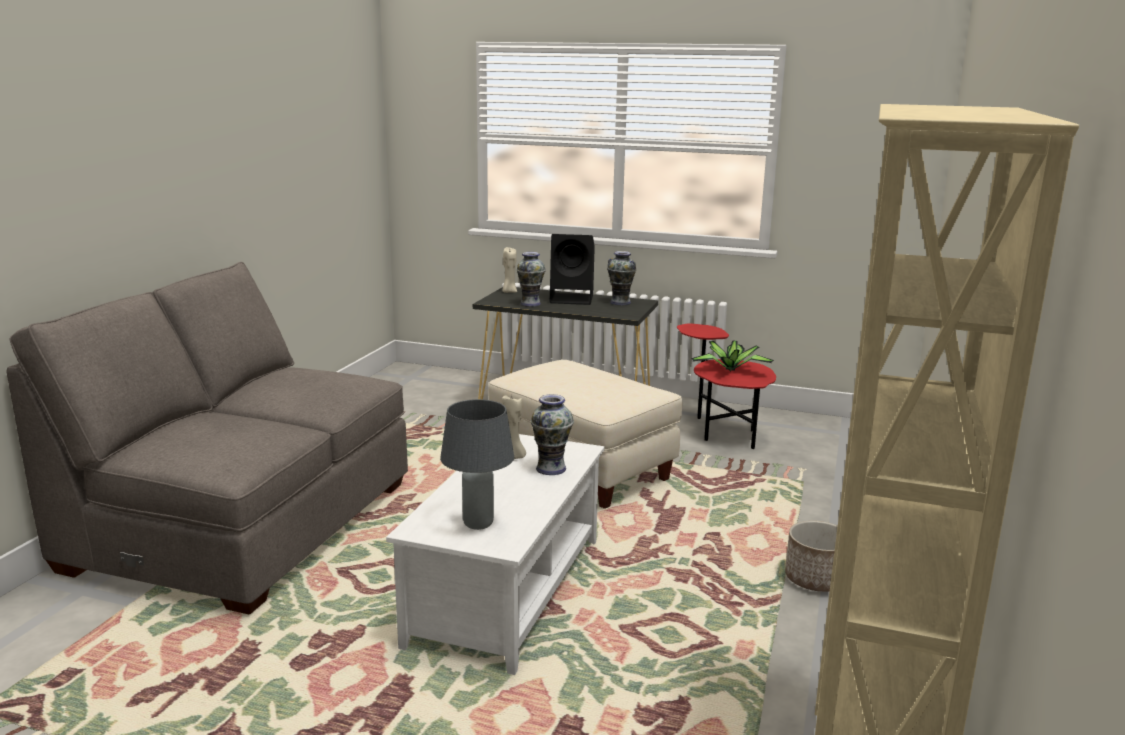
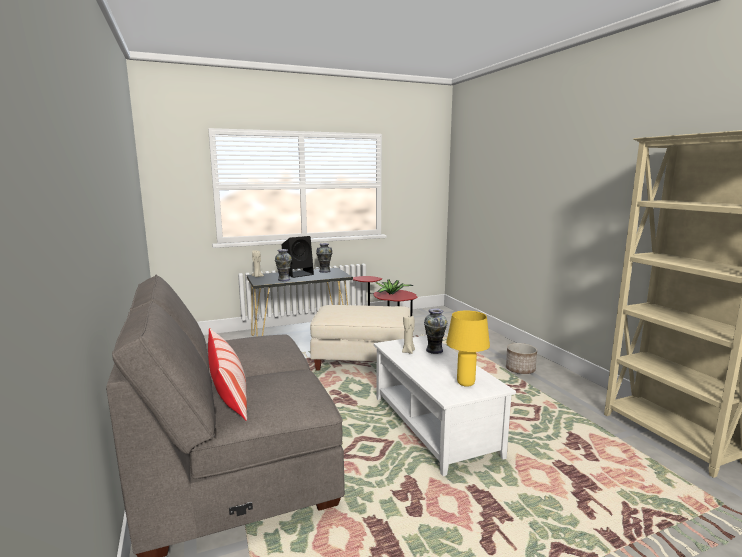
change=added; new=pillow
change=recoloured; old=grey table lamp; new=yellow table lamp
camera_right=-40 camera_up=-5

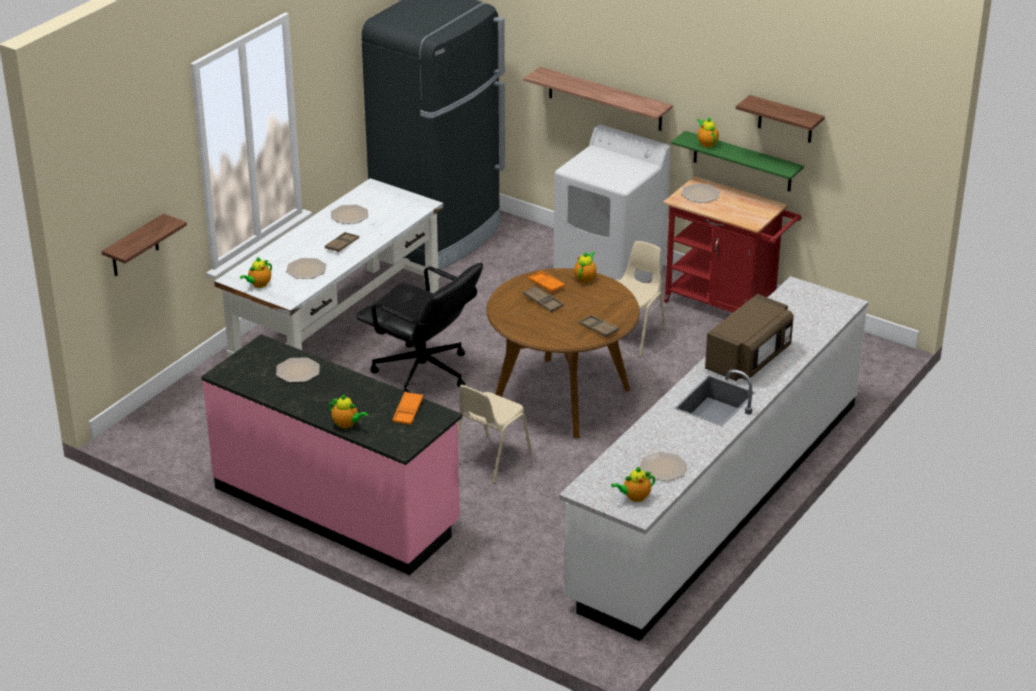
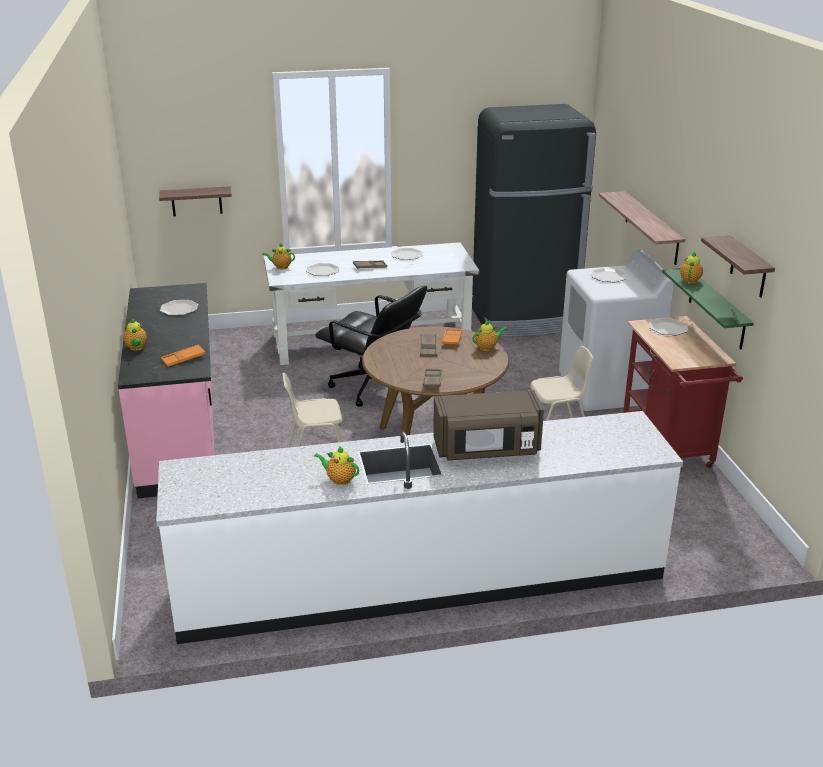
change=moved; old=teapot (4th from left in the first image); new=teapot (3rd from left)
change=moved; old=plate (4th from left)
change=turned; old=black office chair; degrees=-45
camera_right=45 camera_up=-5

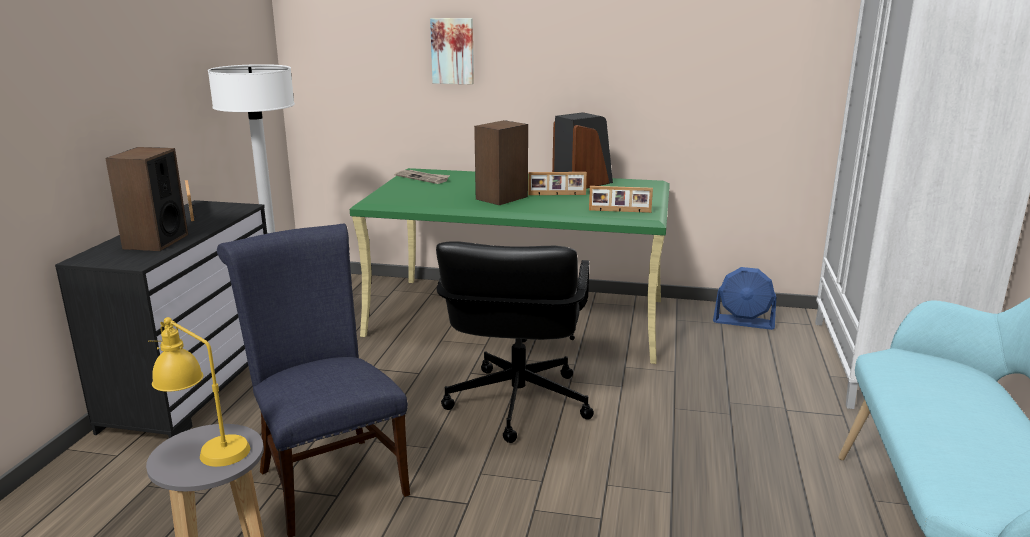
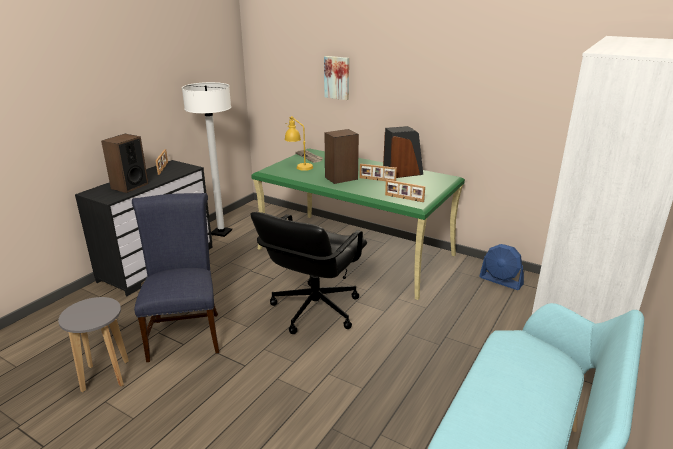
change=moved; old=yellow table lamp
camera_right=20 camera_up=5

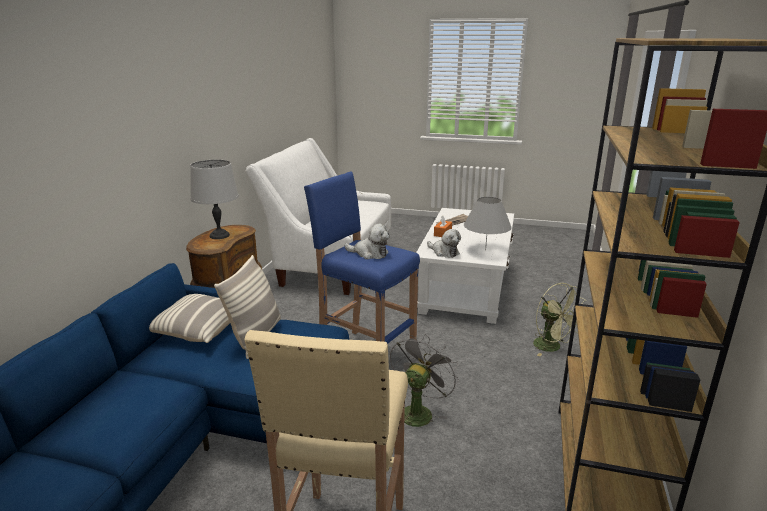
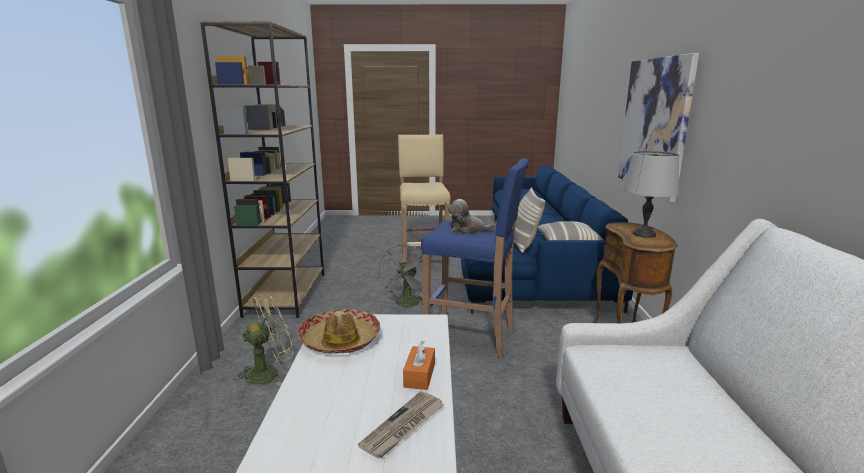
change=removed; old=plush toy (2nd from left)
change=added; new=picture
change=replaced; old=grey table lamp (2nd from left); new=hat
change=turned; old=green fan; degrees=105
camera_right=165 camera_up=-5

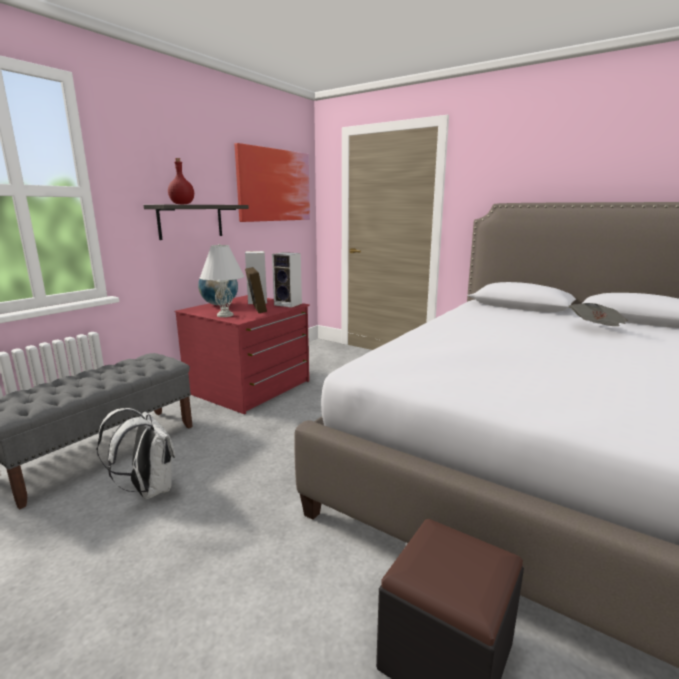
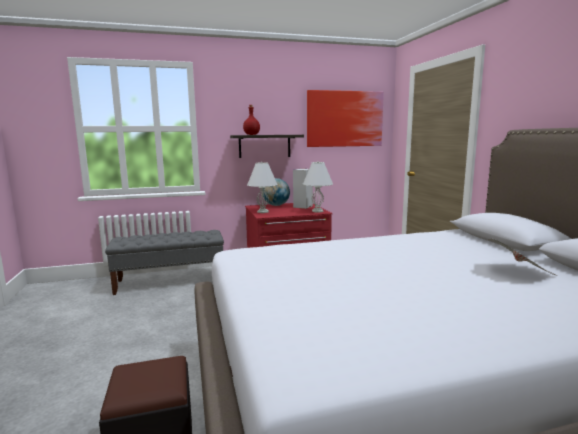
change=removed; old=white backpack
change=removed; old=picture frame
change=replaced; old=speaker (2nd from left); new=white table lamp (2nd from left)
camera_right=40 camera_up=-5

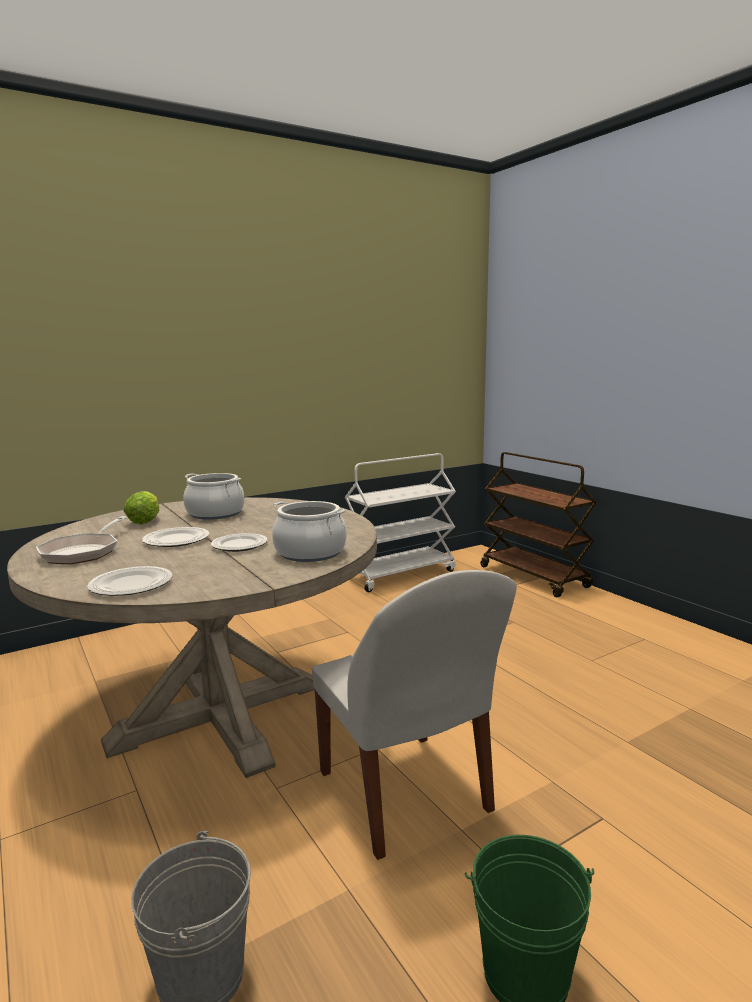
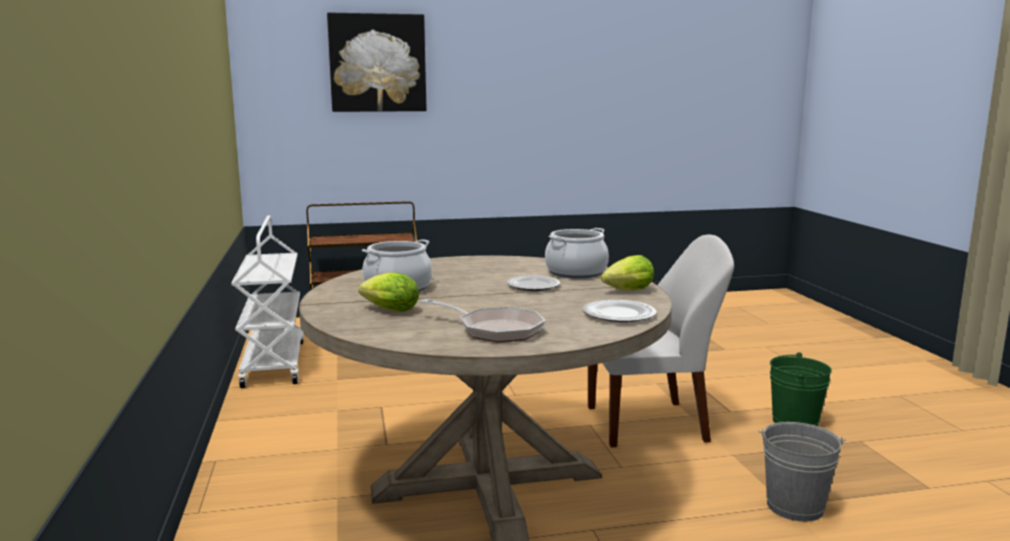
change=removed; old=plate (2nd from left)
change=added; new=picture
change=added; new=lettuce (2nd from left)
camera_right=-70 camera_up=0

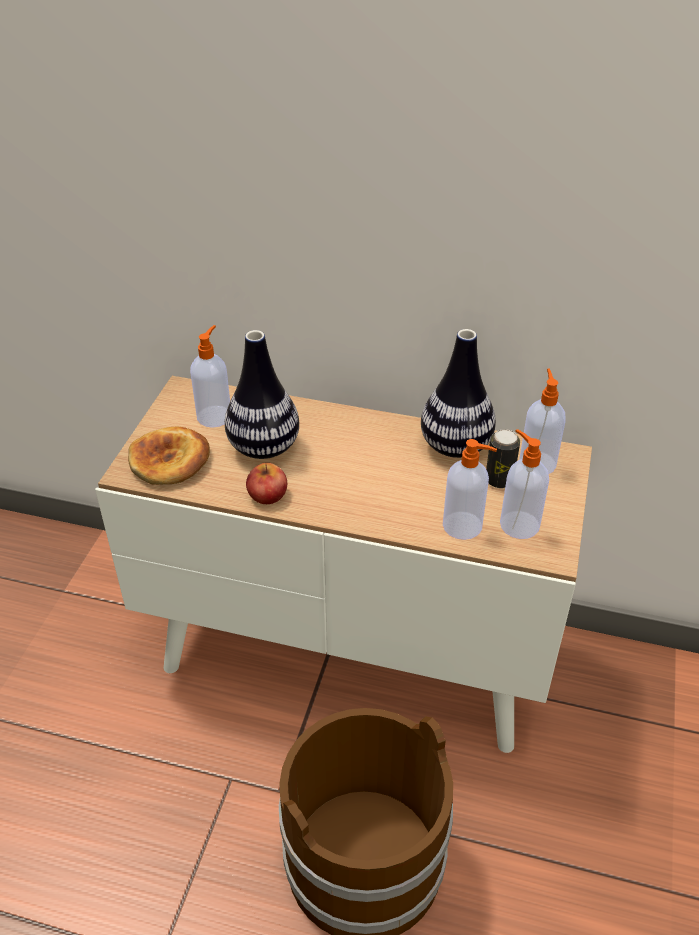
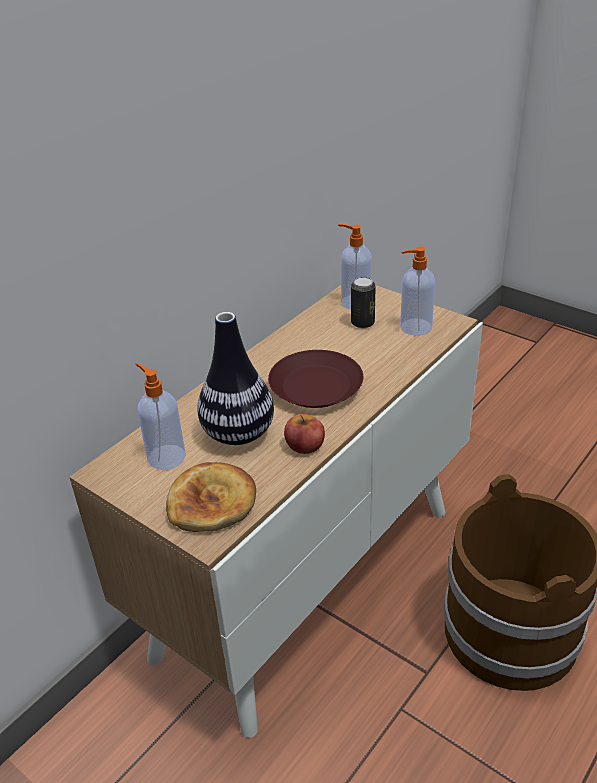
change=removed; old=vase (2nd from left)
change=removed; old=soap dispenser (2nd from left)
change=added; new=brown plate
camera_right=-65 camera_up=-5

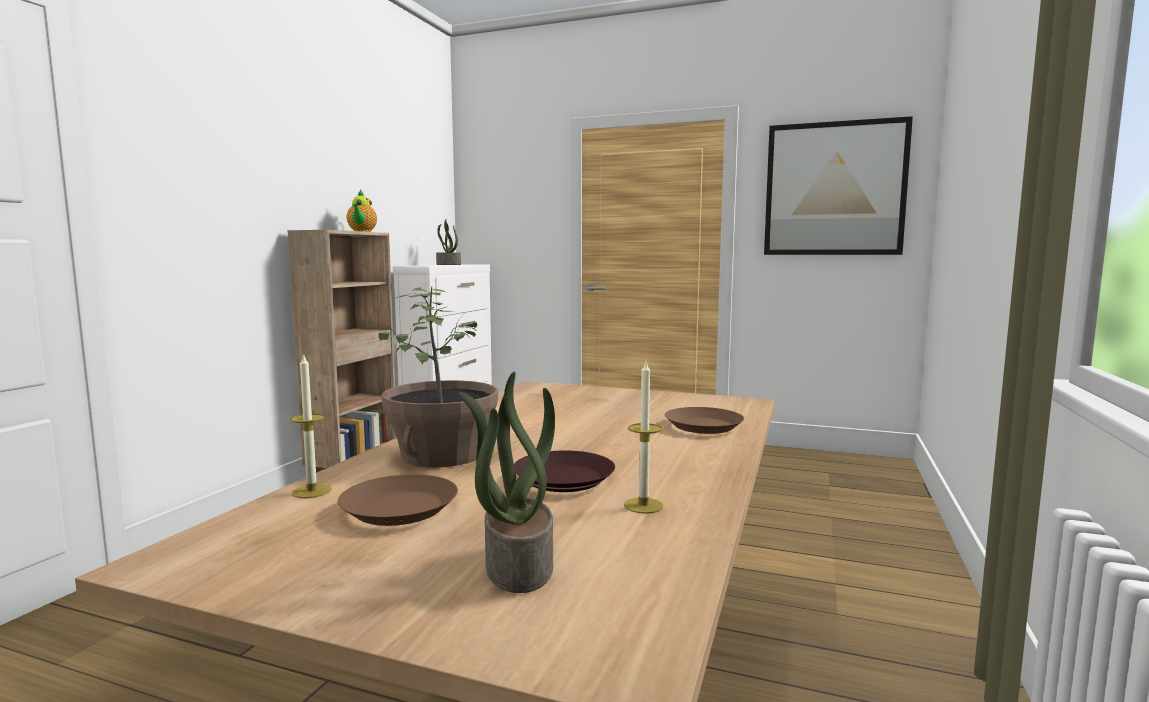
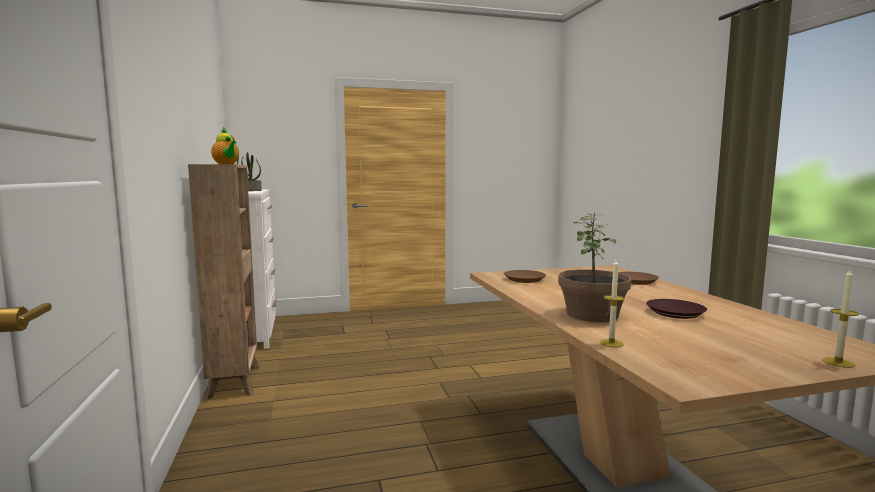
change=removed; old=potted plant (3rd from left)
change=removed; old=picture
change=moved; old=brown plate (1st from left)
change=moved; old=candle (2nd from left)
camera_right=-35 camera_up=0

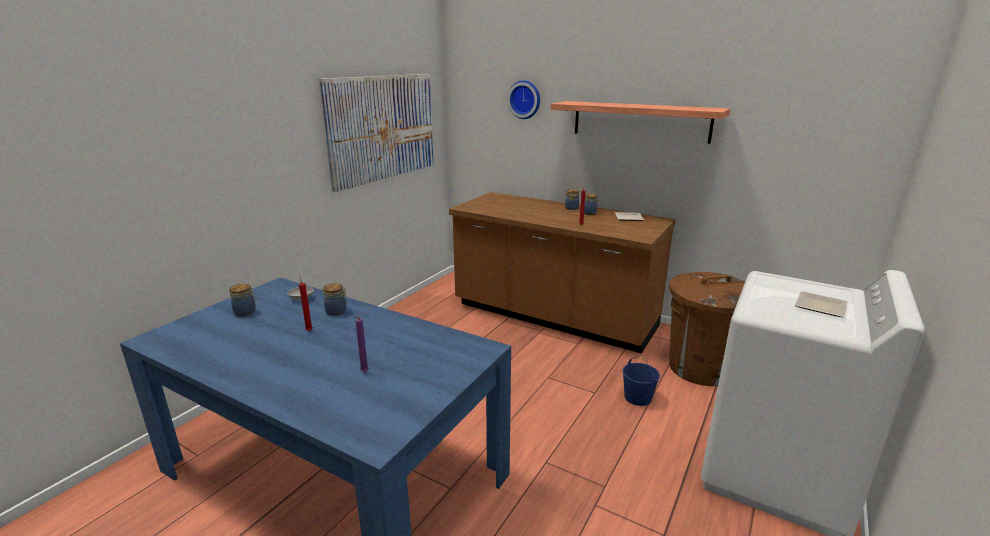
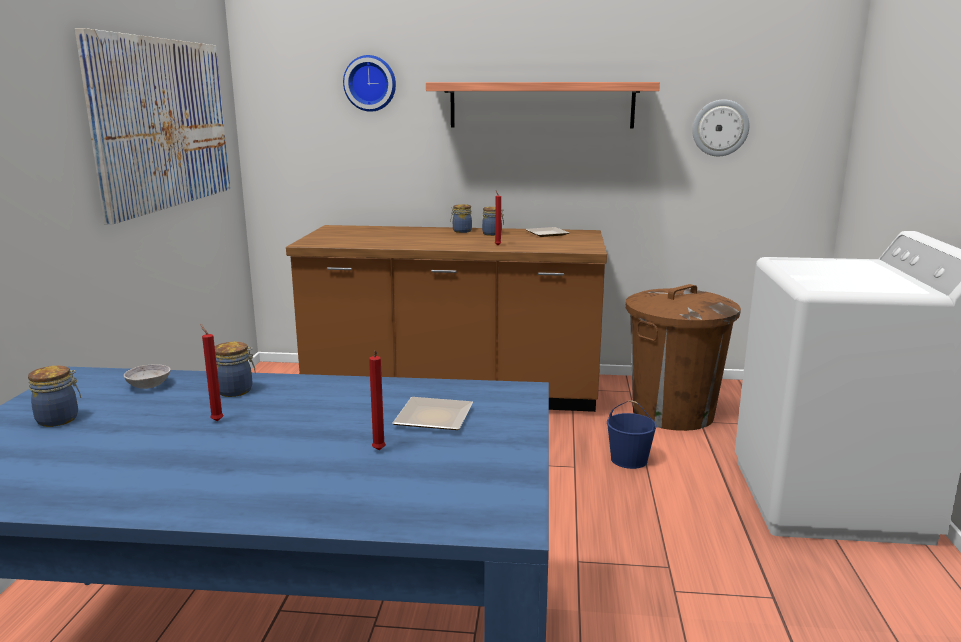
change=added; new=wall clock (2nd from left)
change=moved; old=plate (2nd from left in the first image); new=plate (1st from left)
change=recoloured; old=purple candle; new=red candle (2nd from left)
camera_right=-25 camera_up=-5

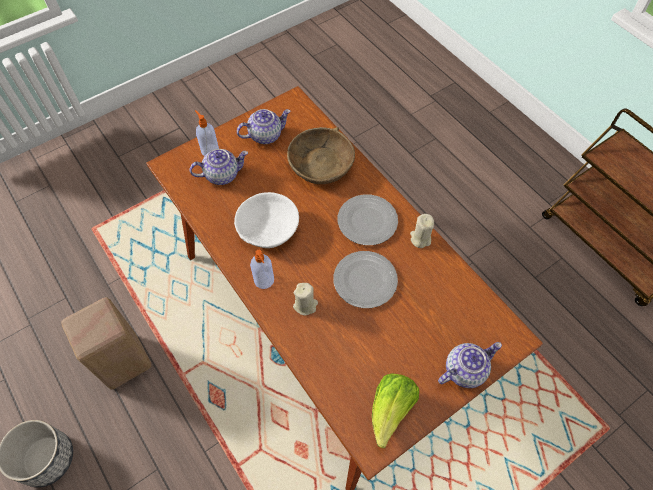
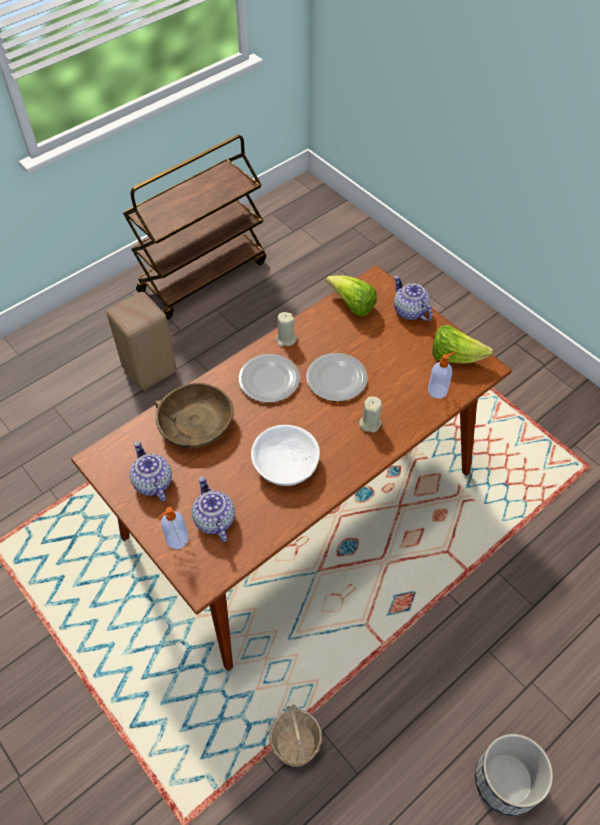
change=added; new=basket
change=added; new=lettuce (1st from left)
change=moved; old=beige stool
change=moved; old=soap dispenser (2nd from left)
camera_right=-95 camera_up=-5

